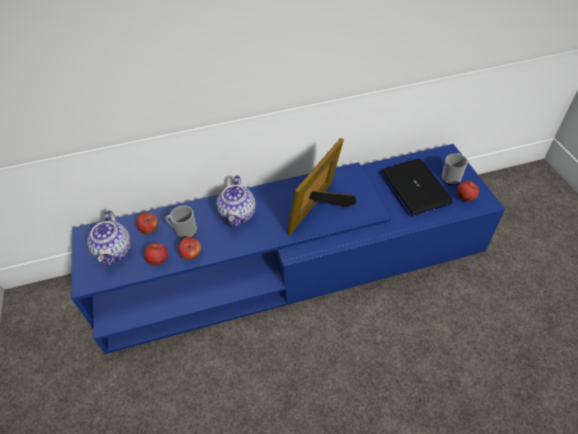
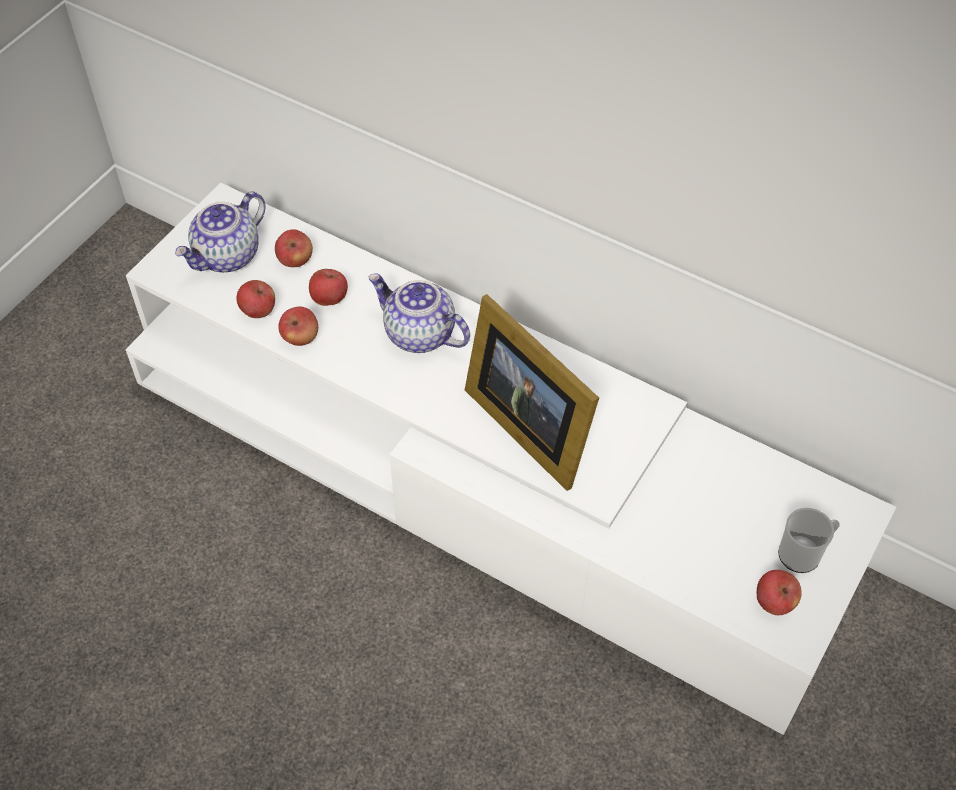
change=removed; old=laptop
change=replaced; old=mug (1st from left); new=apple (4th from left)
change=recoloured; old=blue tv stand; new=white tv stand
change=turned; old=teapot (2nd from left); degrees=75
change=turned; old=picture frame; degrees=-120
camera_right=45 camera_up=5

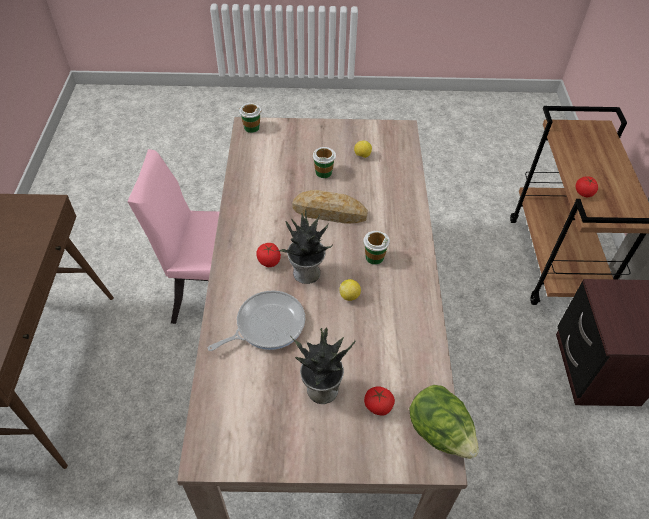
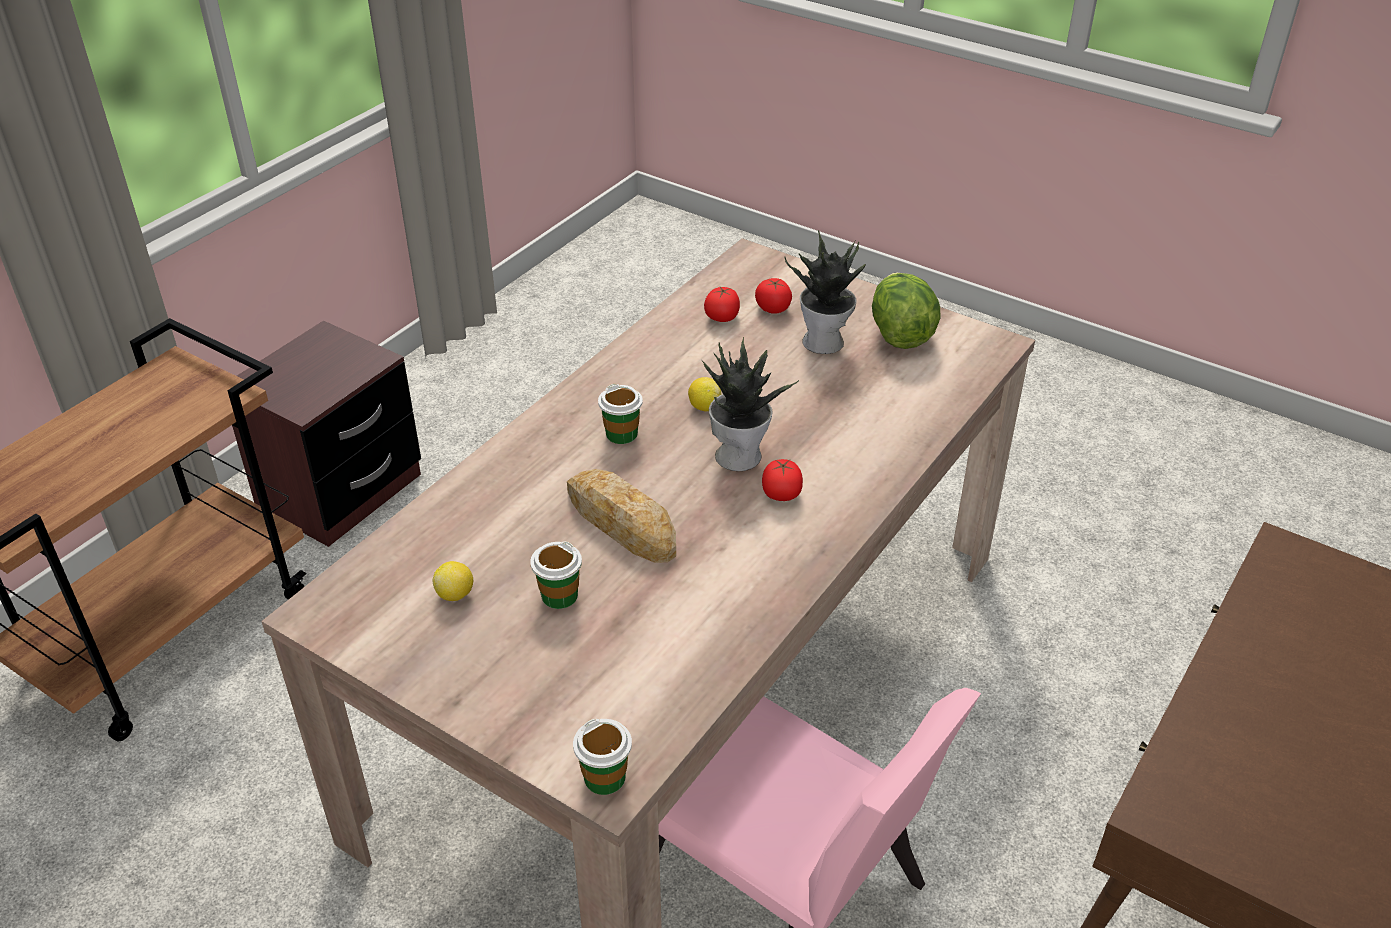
change=removed; old=frying pan
change=moved; old=lettuce
change=moved; old=tomato (3rd from left in the first image); new=tomato (1st from left)
camera_right=-145 camera_up=-10

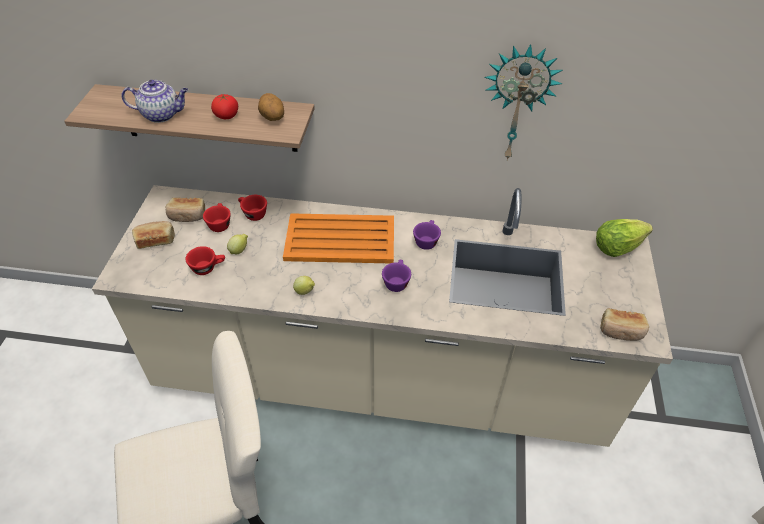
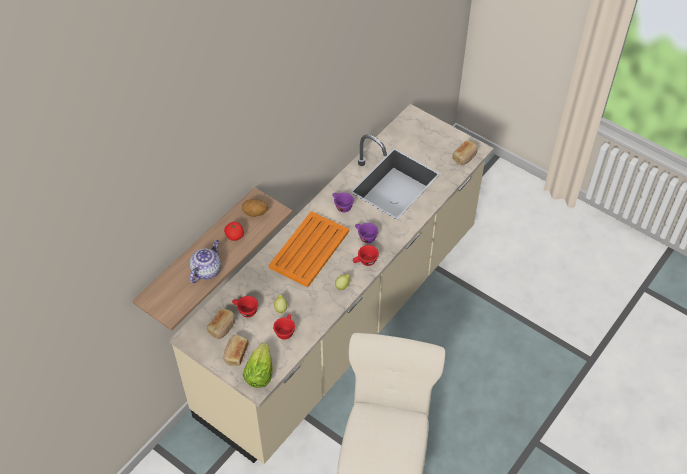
change=removed; old=wall clock
change=moved; old=red cup (3rd from left)
change=moved; old=lettuce
camera_right=-60 camera_up=5

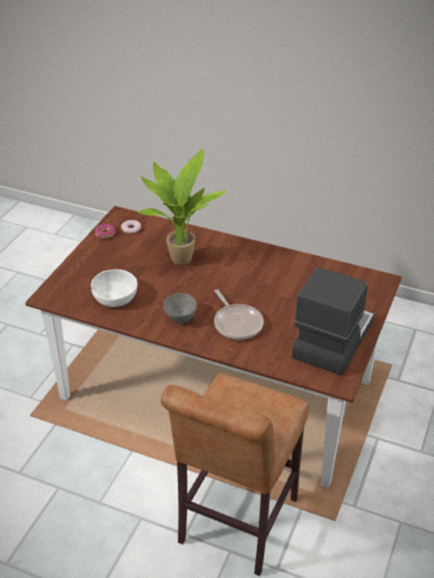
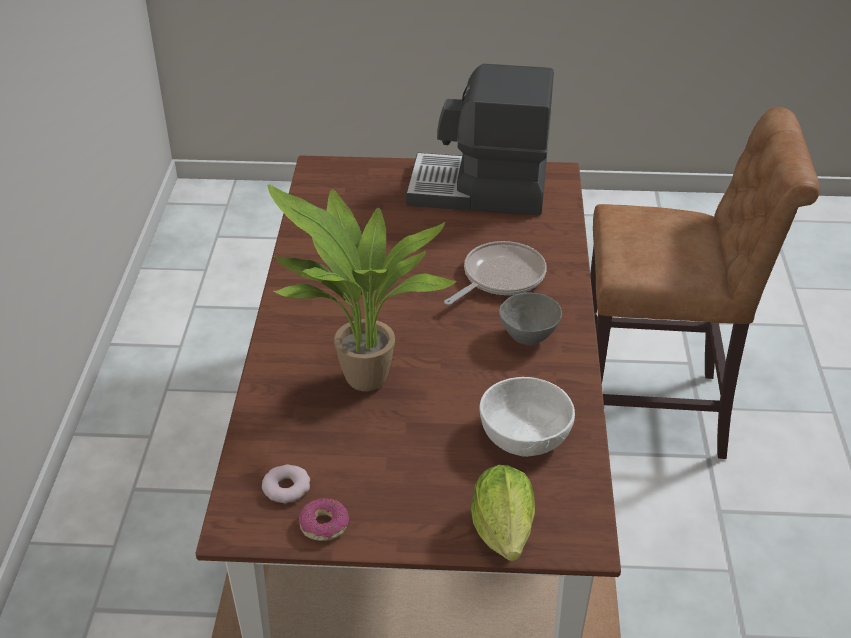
change=added; new=lettuce
camera_right=-110 camera_up=0

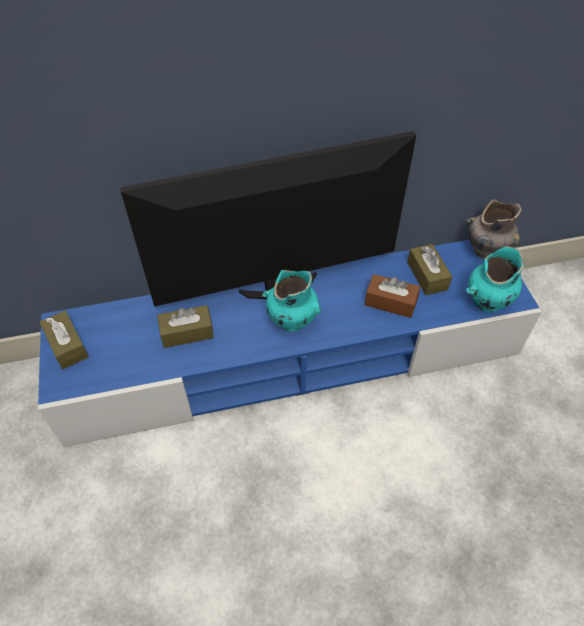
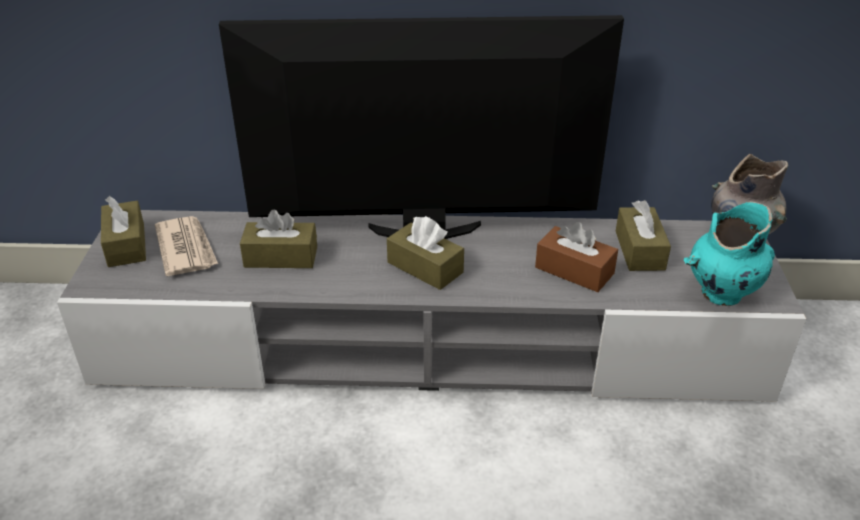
change=added; new=newspaper
change=replaced; old=turquoise vase (1st from left); new=brown tissue box (3rd from left)
change=recoloured; old=blue tv stand; new=grey tv stand
camera_right=15 camera_up=-15

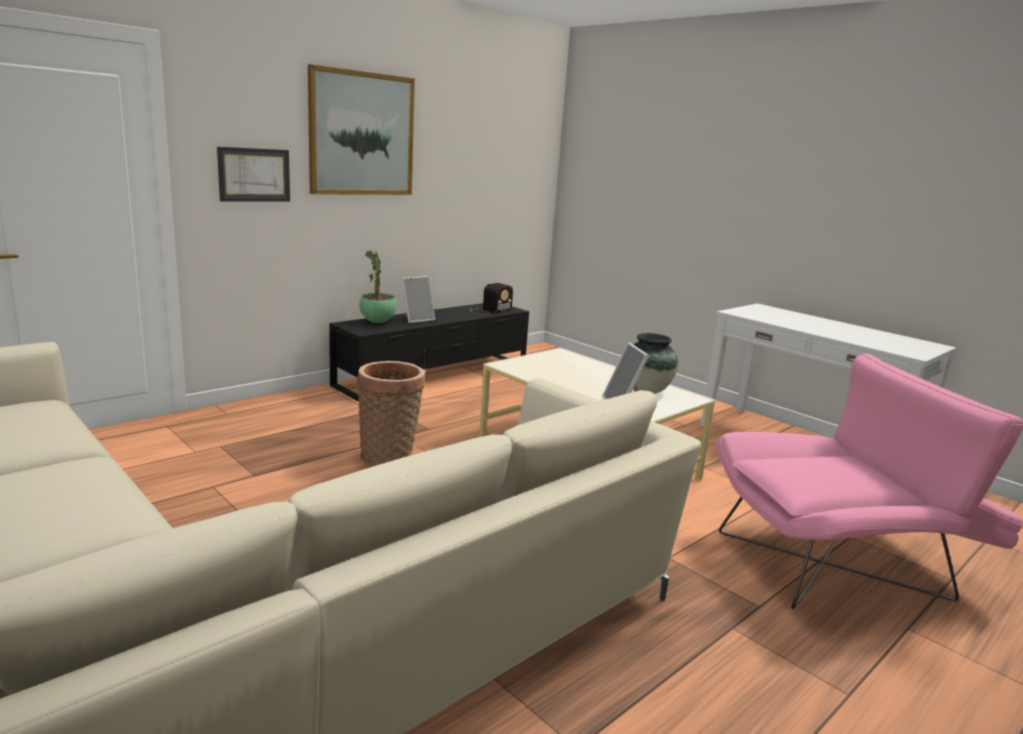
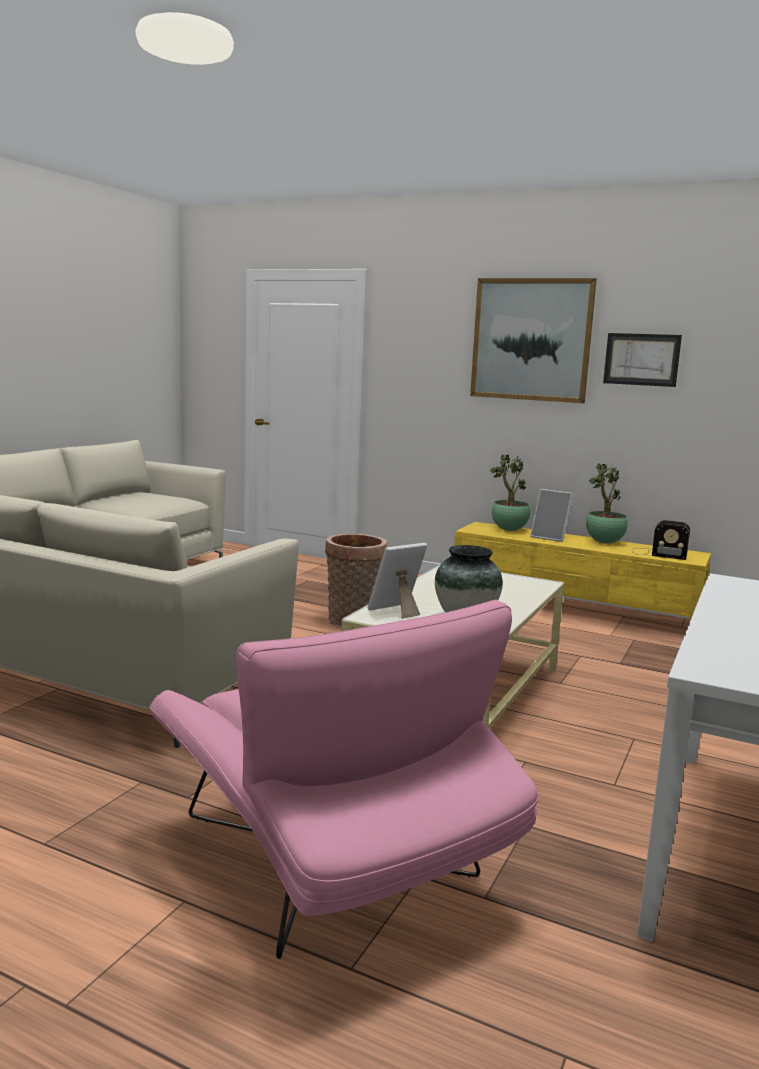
change=added; new=potted plant (2nd from left)
change=moved; old=picture (1st from left in the first image); new=picture (2nd from left)
change=recoloured; old=black tv stand; new=yellow tv stand
camera_right=70 camera_up=-5

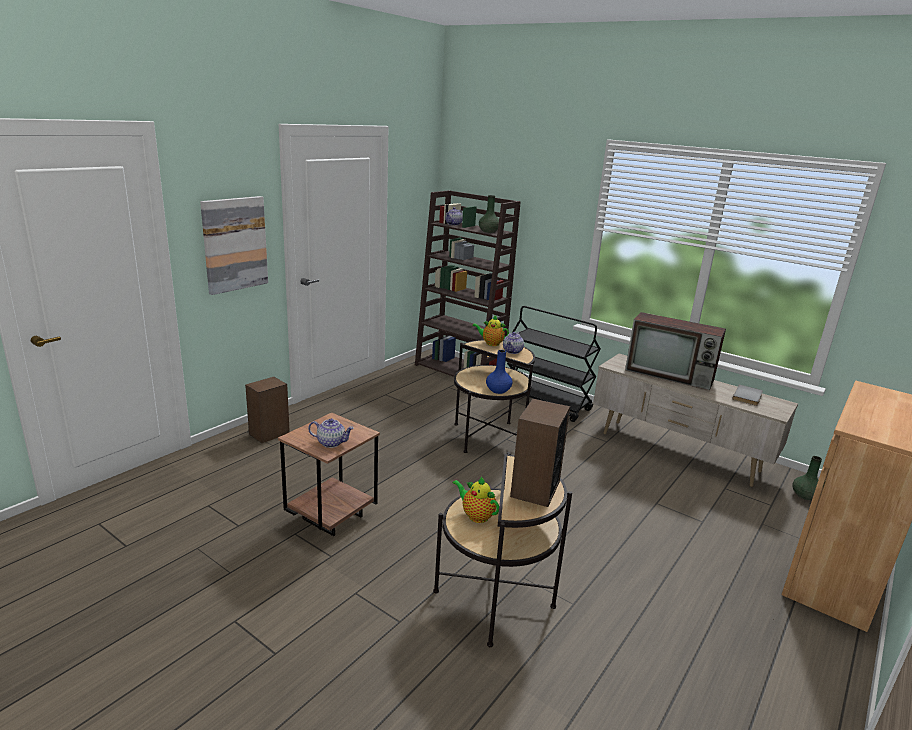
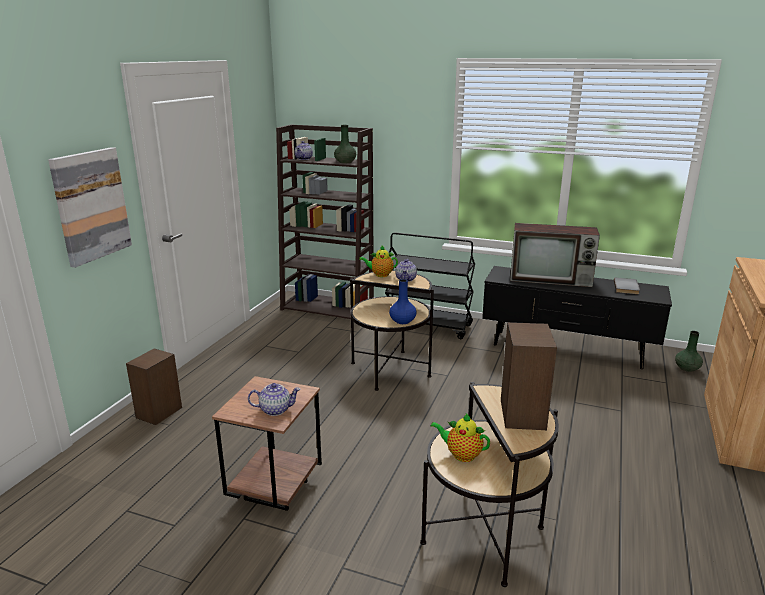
change=recoloured; old=beige tv stand; new=black tv stand
camera_right=-15 camera_up=0

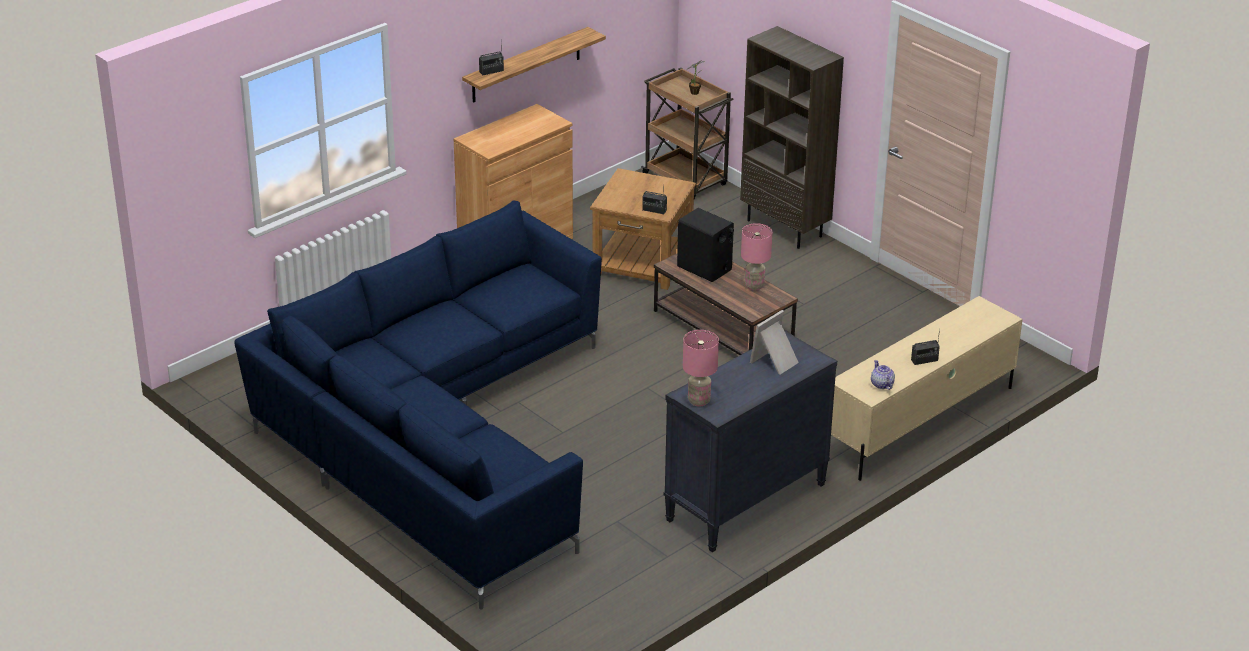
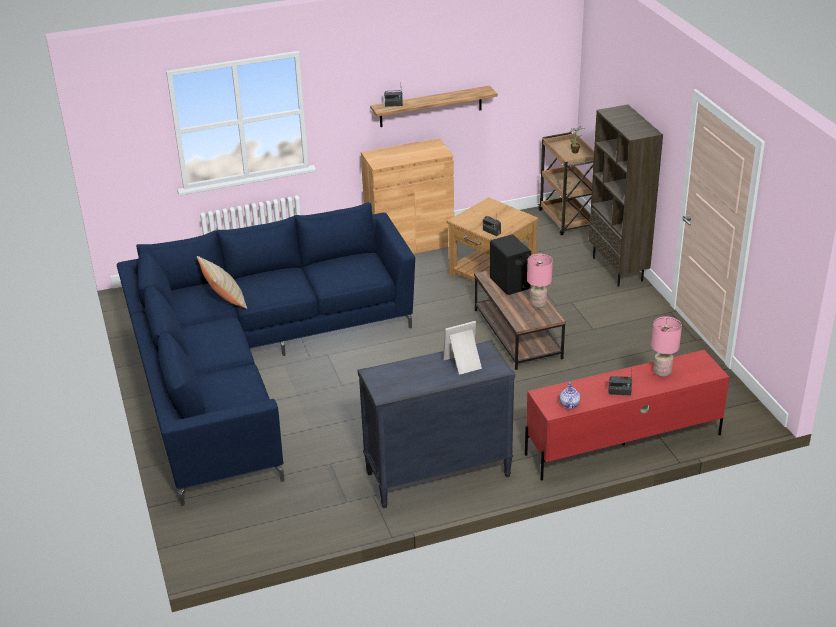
change=added; new=beige pillow
change=moved; old=pink table lamp (1st from left in the first image); new=pink table lamp (2nd from left)
change=recoloured; old=beige tv stand; new=red tv stand
camera_right=25 camera_up=0

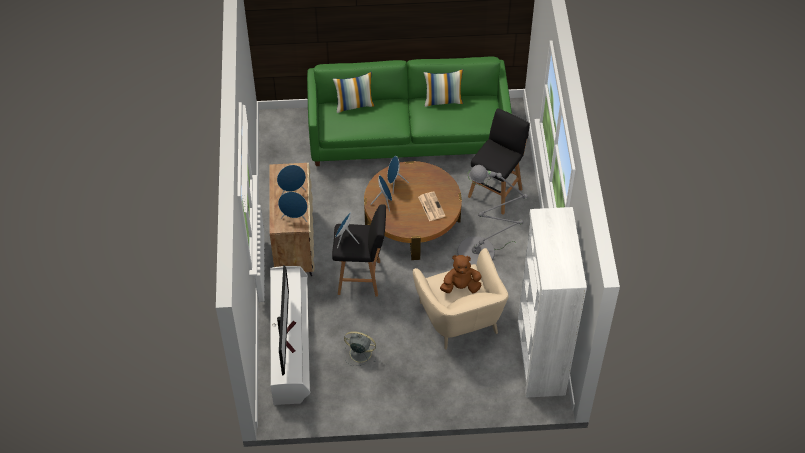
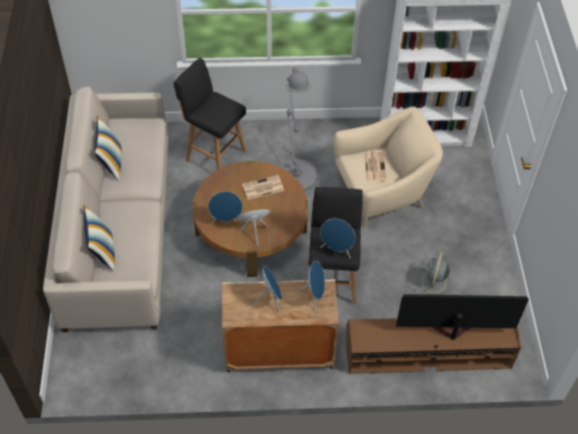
change=replaced; old=brown plush toy; new=newspaper (2nd from left)
change=recoloured; old=white tv stand; new=brown tv stand
change=recoloured; old=green sofa; new=beige sofa
camera_right=-90 camera_up=0

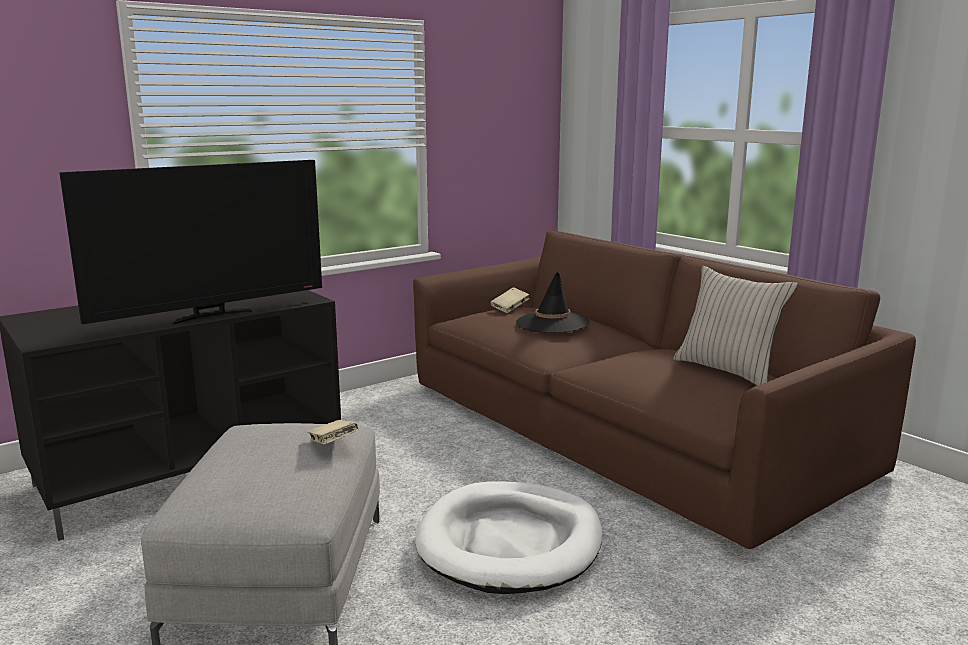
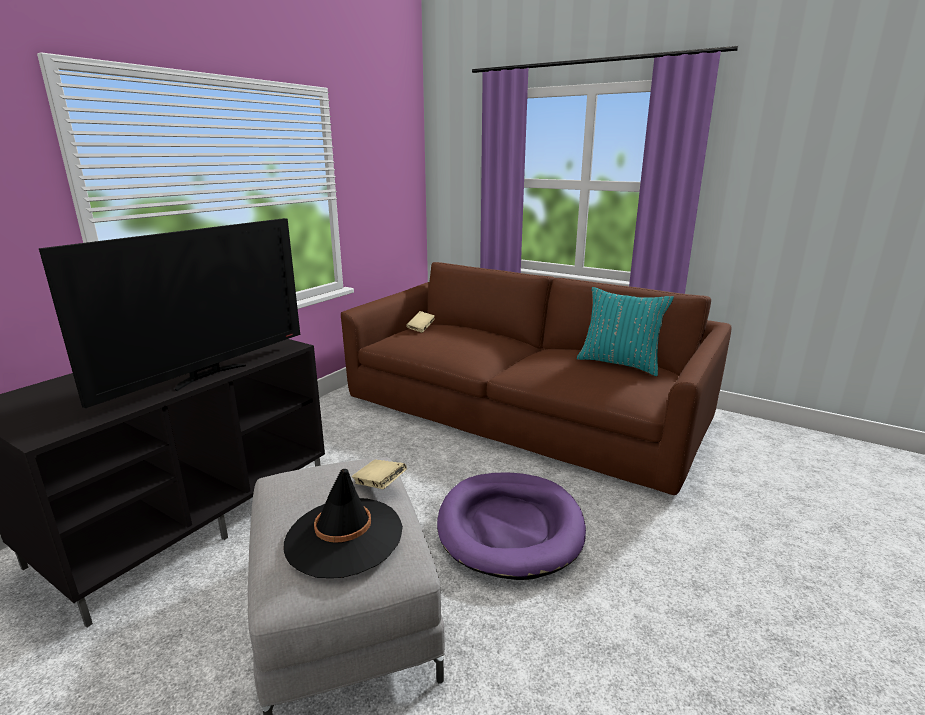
change=moved; old=black hat
change=recoloured; old=white dog bed; new=purple dog bed
change=recoloured; old=beige pillow; new=turquoise pillow
camera_right=-20 camera_up=5

